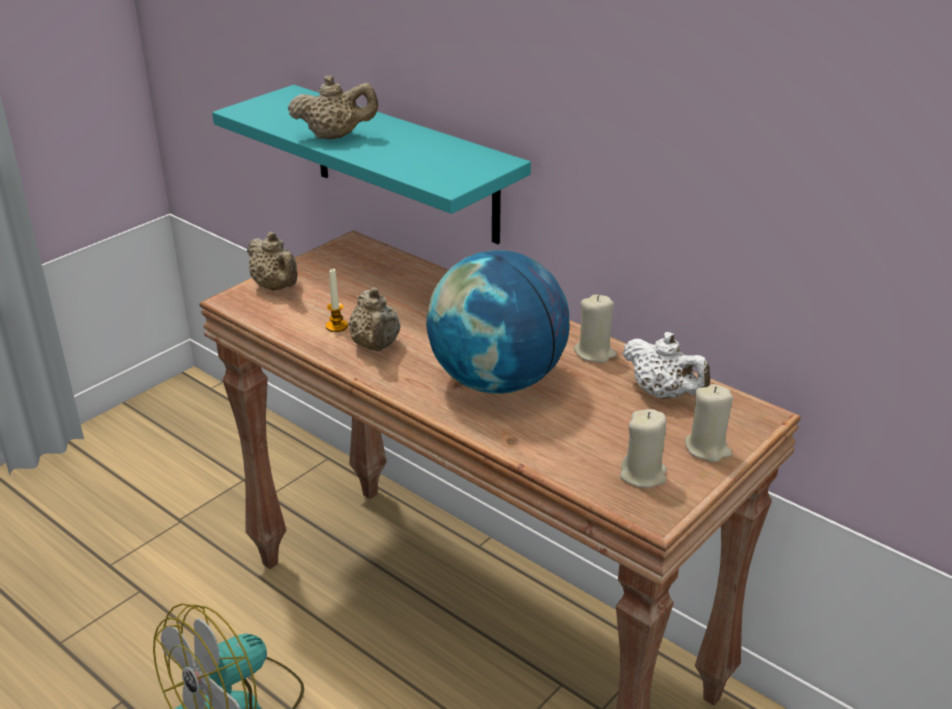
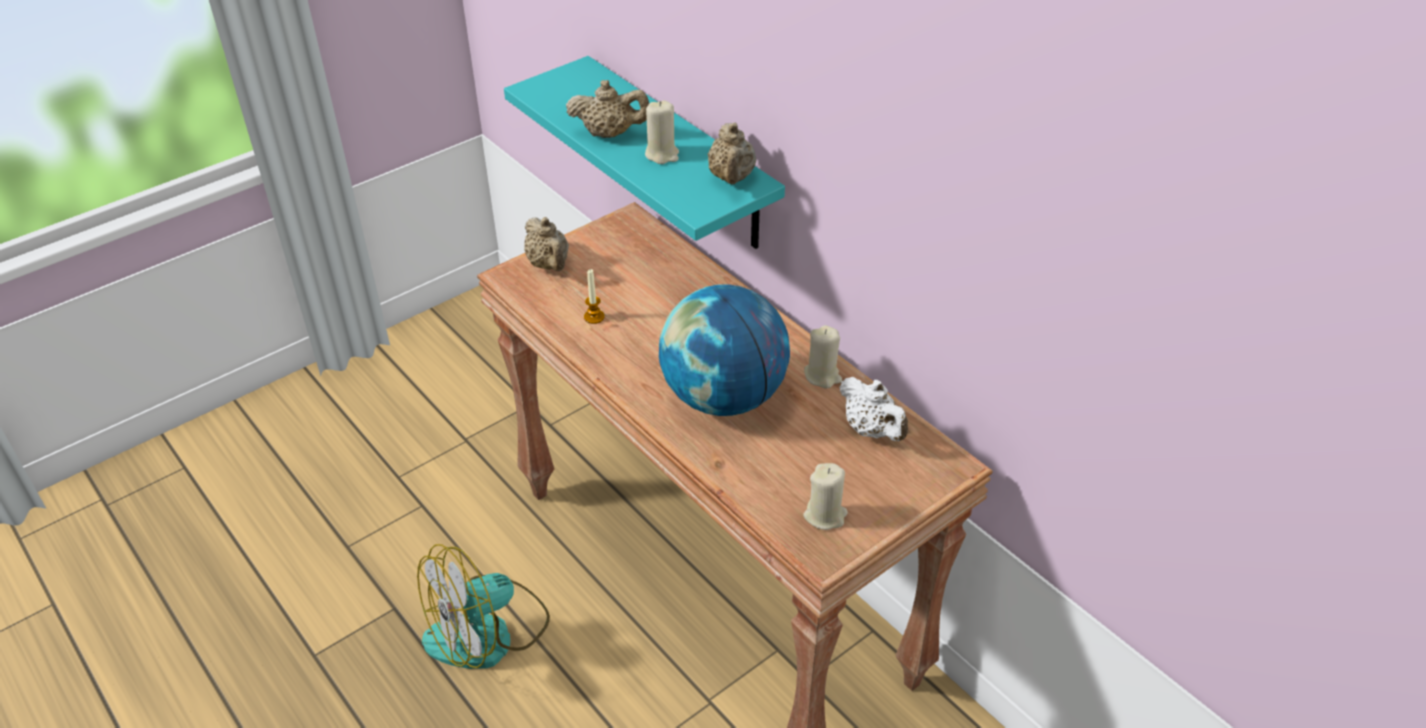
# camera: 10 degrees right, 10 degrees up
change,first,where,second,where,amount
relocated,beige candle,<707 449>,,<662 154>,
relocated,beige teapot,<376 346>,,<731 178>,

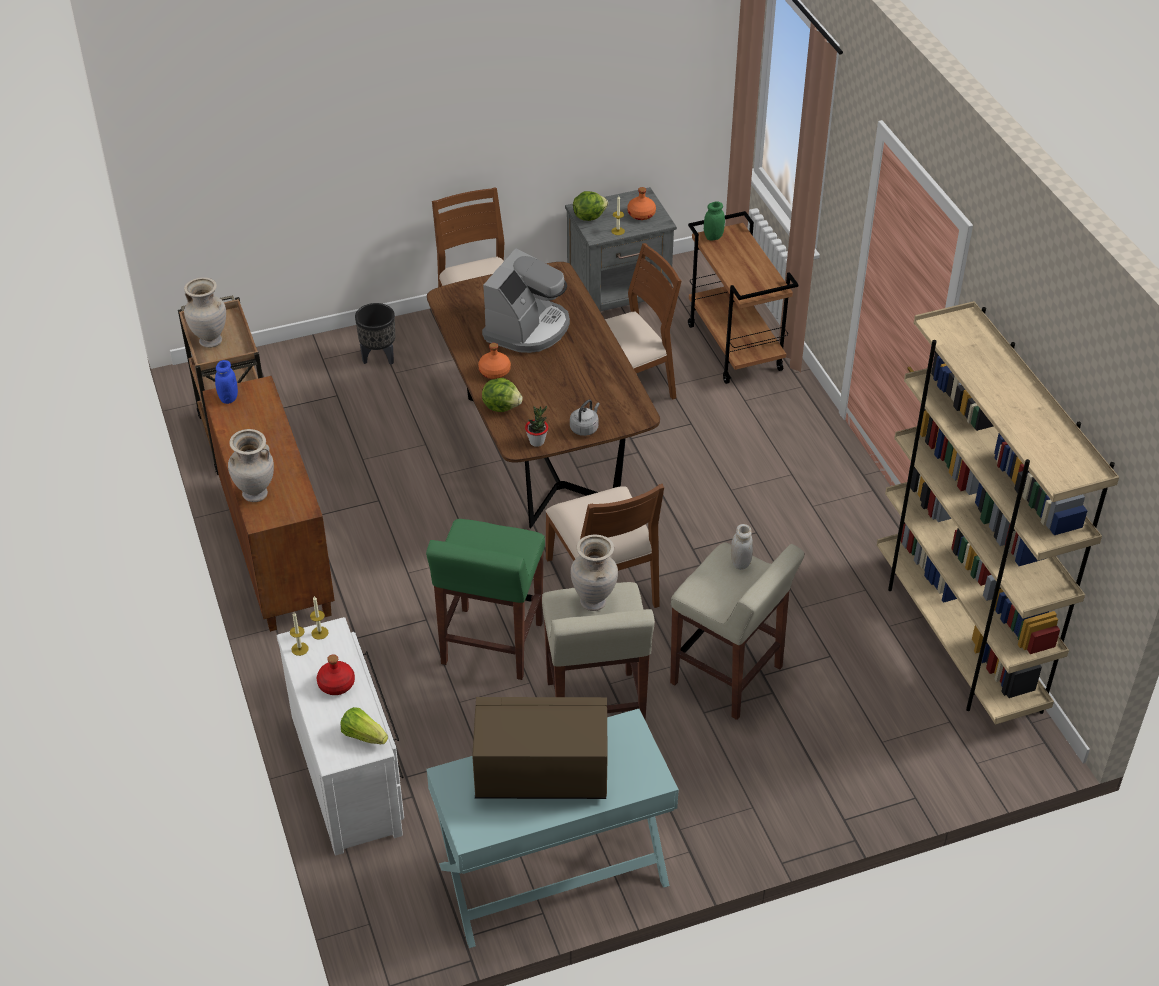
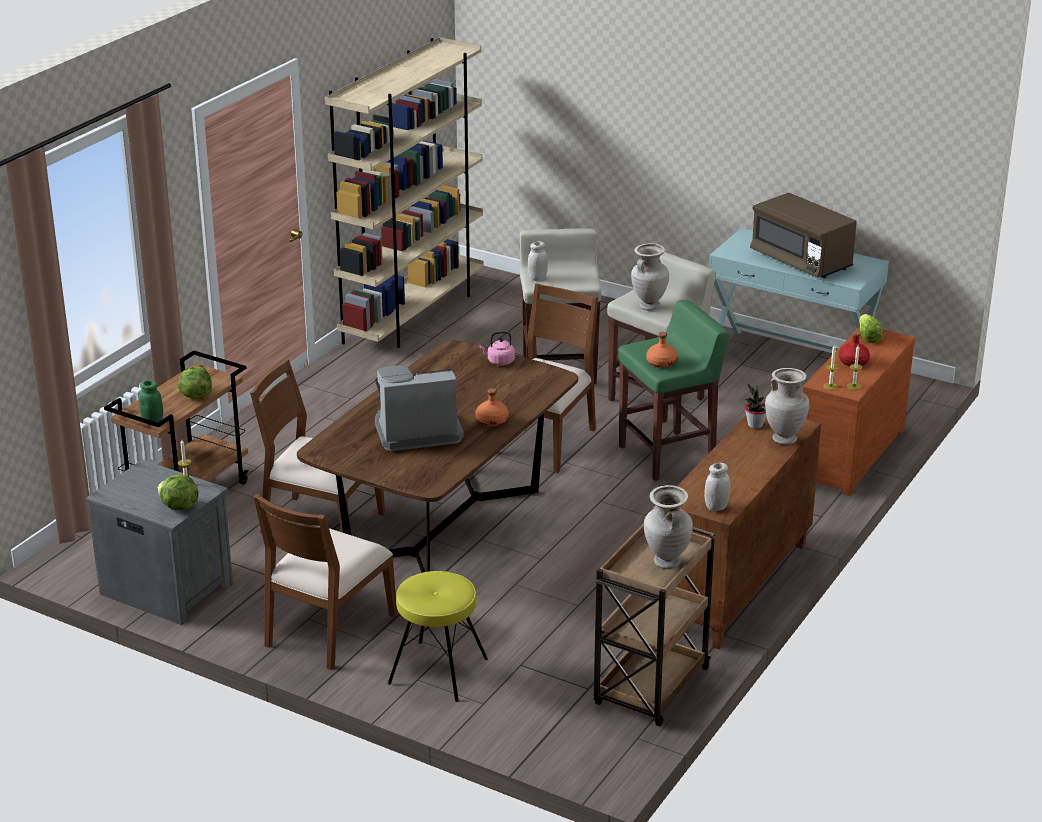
# camera: 130 degrees left, 15 degrees down
change,first,where,second,where,amount
relocated,lettuce,<502 406>,,<195 396>,
exchanged,black planter,<379 357>,yellow stool,<437 671>,
colour,grey kettle,<585 428>,pink kettle,<499 362>,
relocated,orange bottle,<641 214>,,<661 363>,
colour,blue jar,<228 398>,white jar,<716 507>,
relocated,potted plant,<537 441>,,<755 425>,
colour,white dresser,<350 773>,brown dresser,<847 454>,

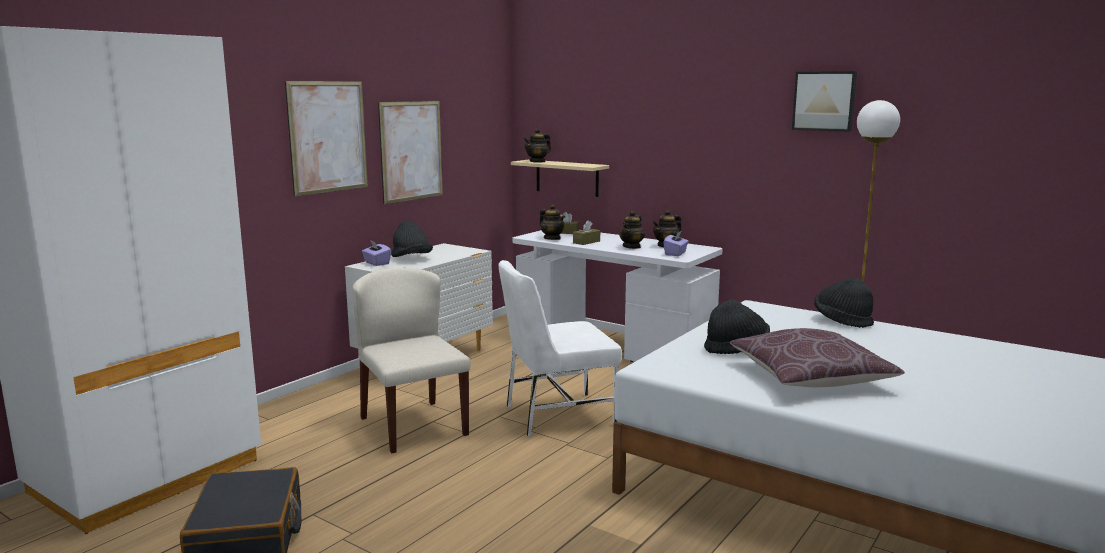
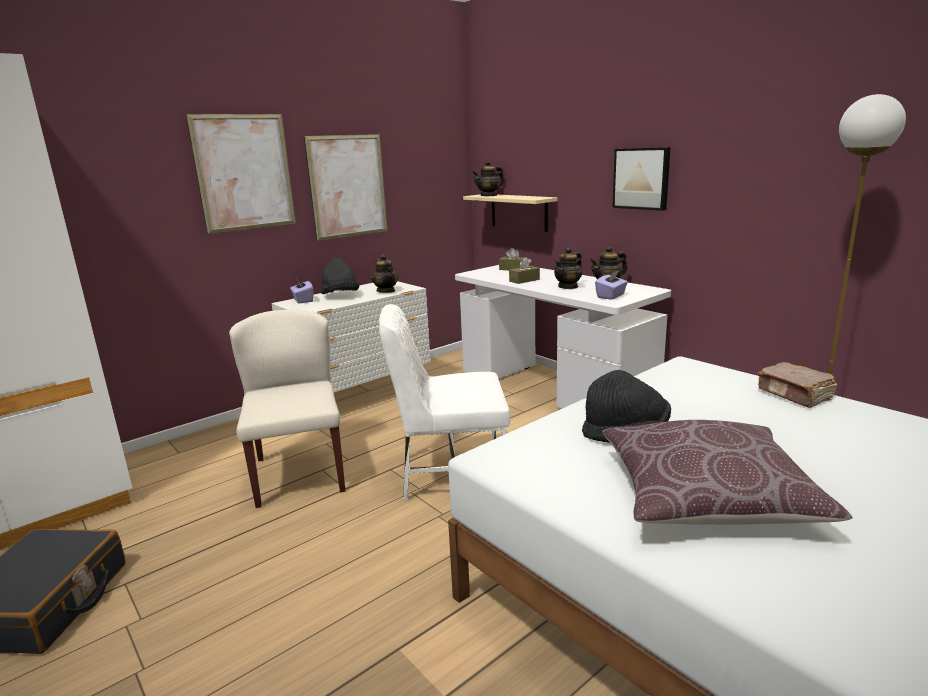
# camera: 15 degrees right, 5 degrees up
change,first,where,second,where,amount
relocated,teapot,<552 238>,,<386 291>,
relocated,picture,<824 101>,,<642 178>,
exchanged,black hat,<842 321>,brown book,<794 395>,

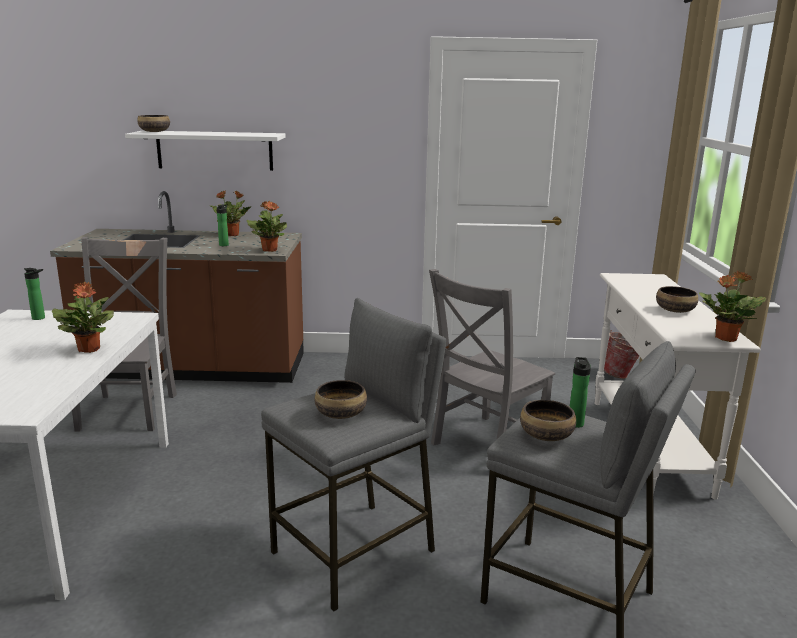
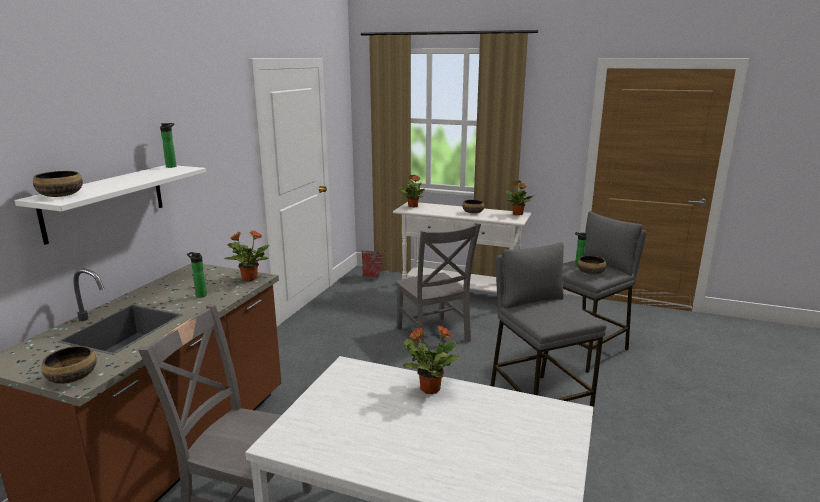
# camera: 70 degrees left, 0 degrees up
change,first,where,second,where,amount
relocated,bowl,<341 413>,,<73 377>,
relocated,bottle,<40 318>,,<172 166>,
relocated,potted plant,<232 235>,,<413 206>,

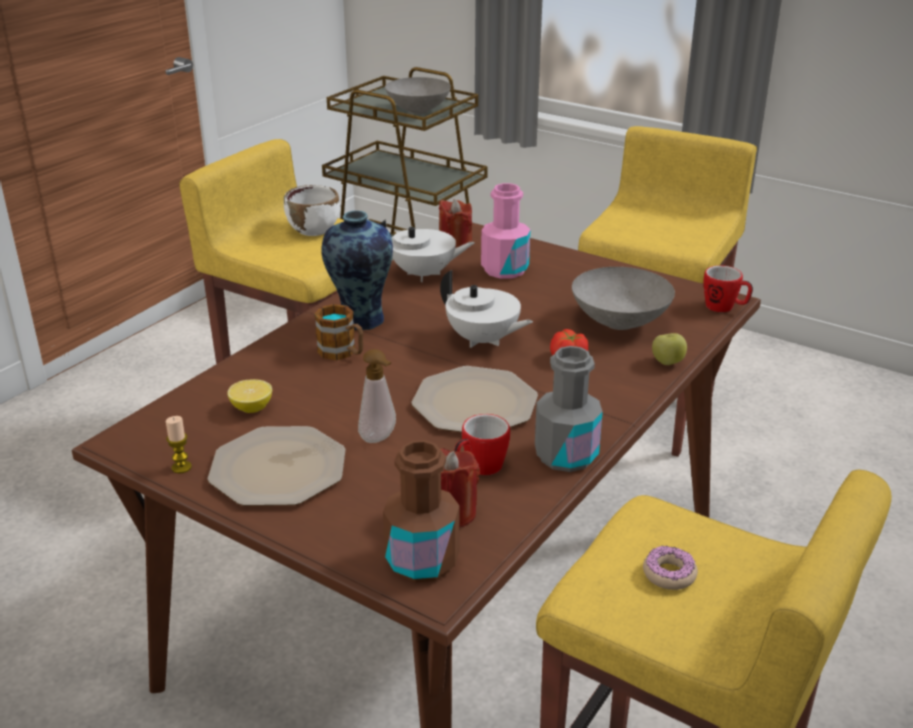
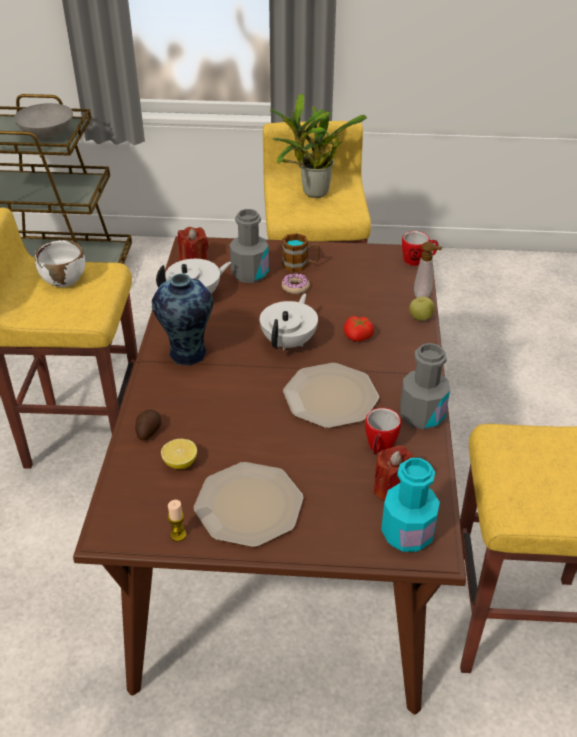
# camera: 30 degrees left, 10 degrees up
change,first,where,second,where,amount
appeared,,,potato,<148 431>,
colour,pink bottle,<504 269>,grey bottle,<249 274>,
spun,white teapot,<483 340>,,<289 342>,75 degrees counterclockwise
appeared,,,potted plant,<312 194>,
relocated,mug,<342 353>,,<300 265>,
relocated,donut,<669 574>,,<295 287>,
colour,brown bottle,<422 561>,turquoise bottle,<407 534>,
relocated,soap dispenser,<380 439>,,<424 296>,
missing,grey bowl,<618 322>,,,

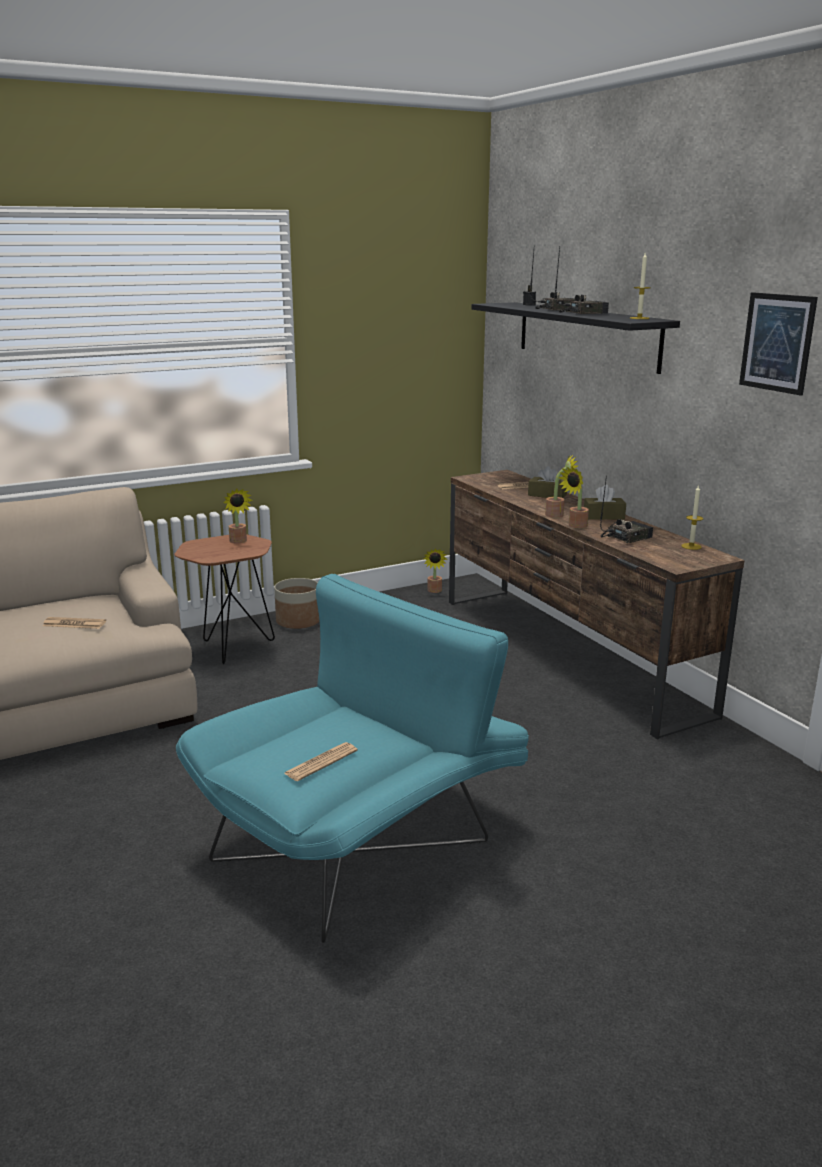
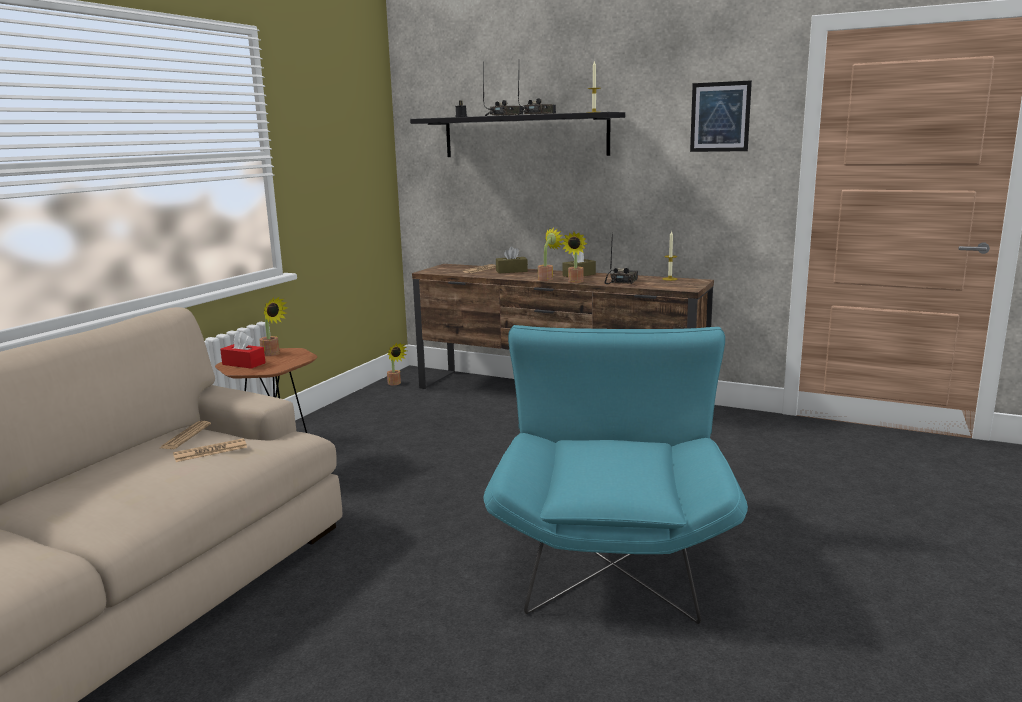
# camera: 35 degrees left, 5 degrees down
change,first,where,second,where,amount
relocated,newspaper,<321 762>,,<185 436>,
appeared,,,red tissue box,<244 364>,
missing,planter,<298 621>,,,

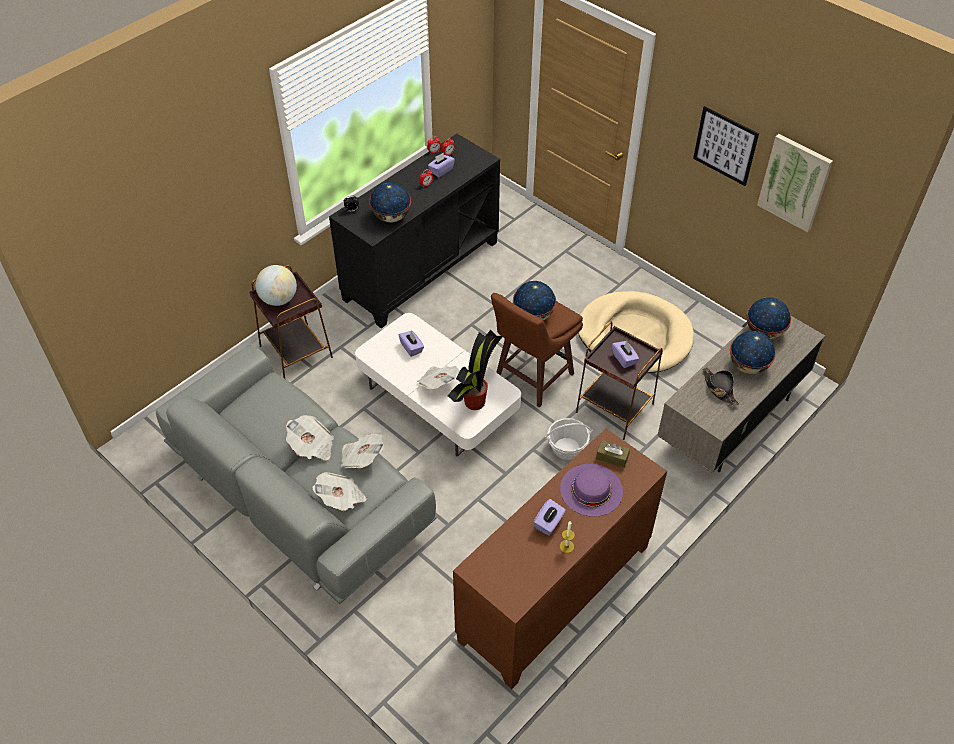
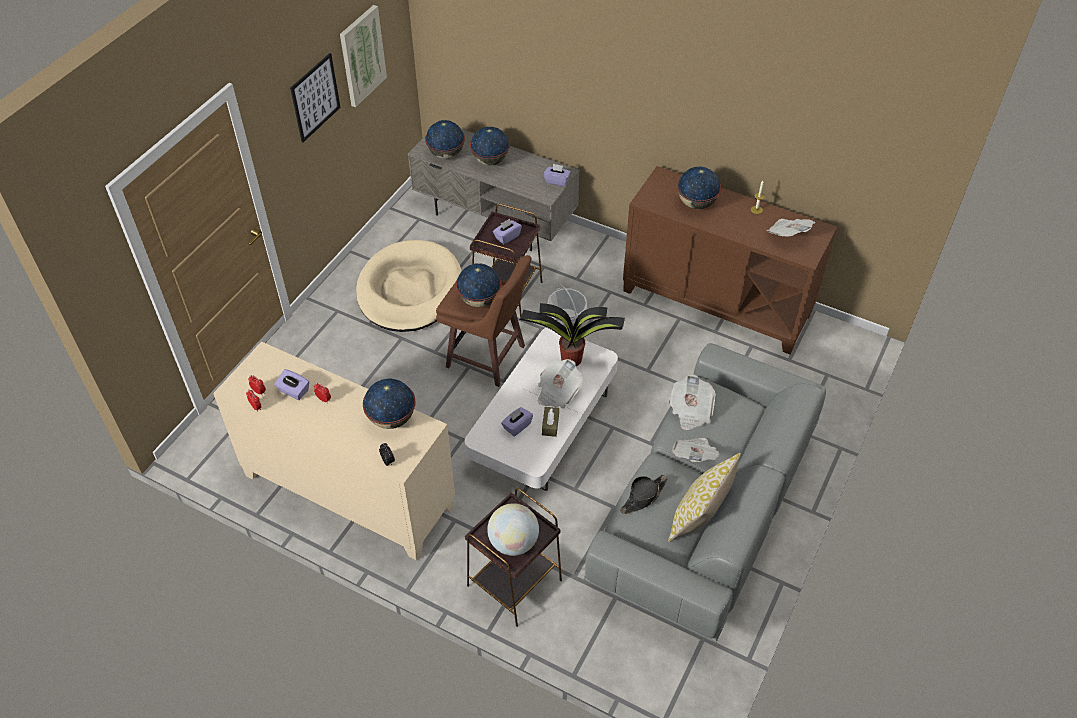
# camera: 105 degrees left, 0 degrees up
change,first,where,second,where,amount
colour,black cabinet,<421 270>,beige cabinet,<348 491>,
relocated,brown tissue box,<612 457>,,<550 425>,
relocated,purple tissue box,<549 523>,,<557 181>,
relocated,black hat,<719 389>,,<643 497>,
appeared,,,pillow,<699 518>,
exchanged,purple hat,<591 489>,globe,<696 203>,
relocated,newspaper,<341 499>,,<788 235>,

